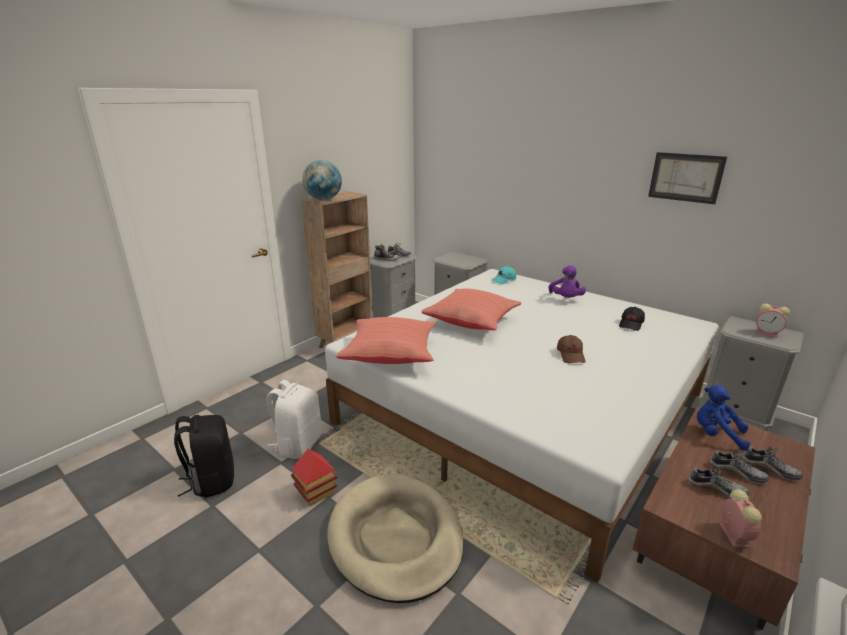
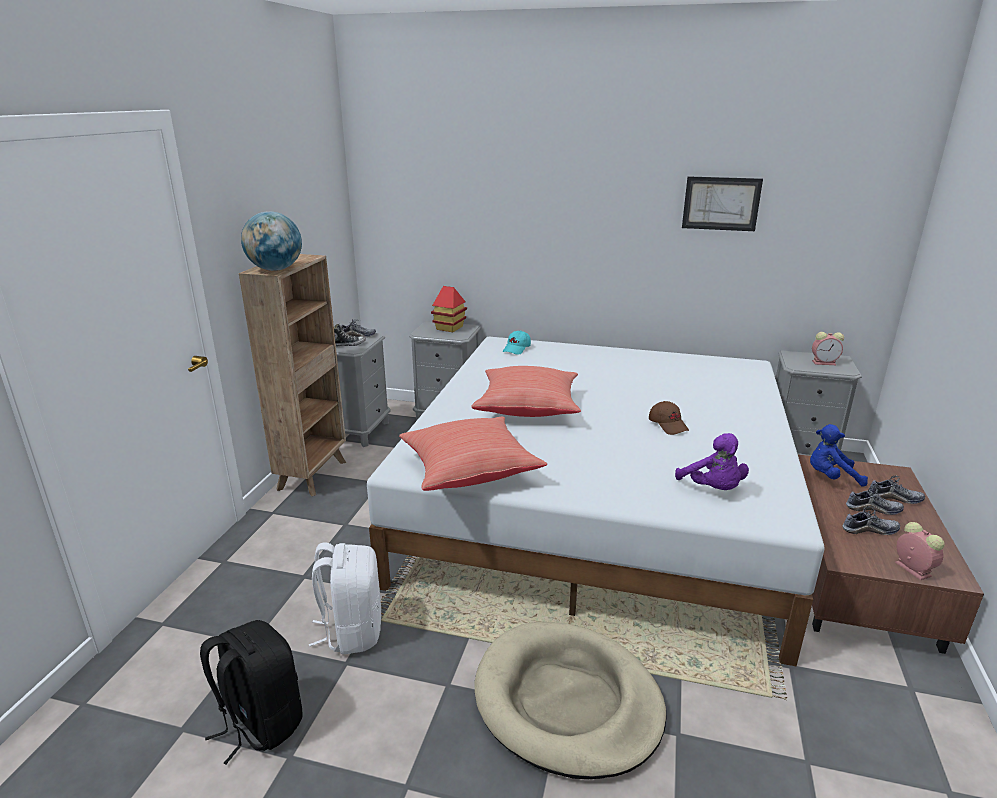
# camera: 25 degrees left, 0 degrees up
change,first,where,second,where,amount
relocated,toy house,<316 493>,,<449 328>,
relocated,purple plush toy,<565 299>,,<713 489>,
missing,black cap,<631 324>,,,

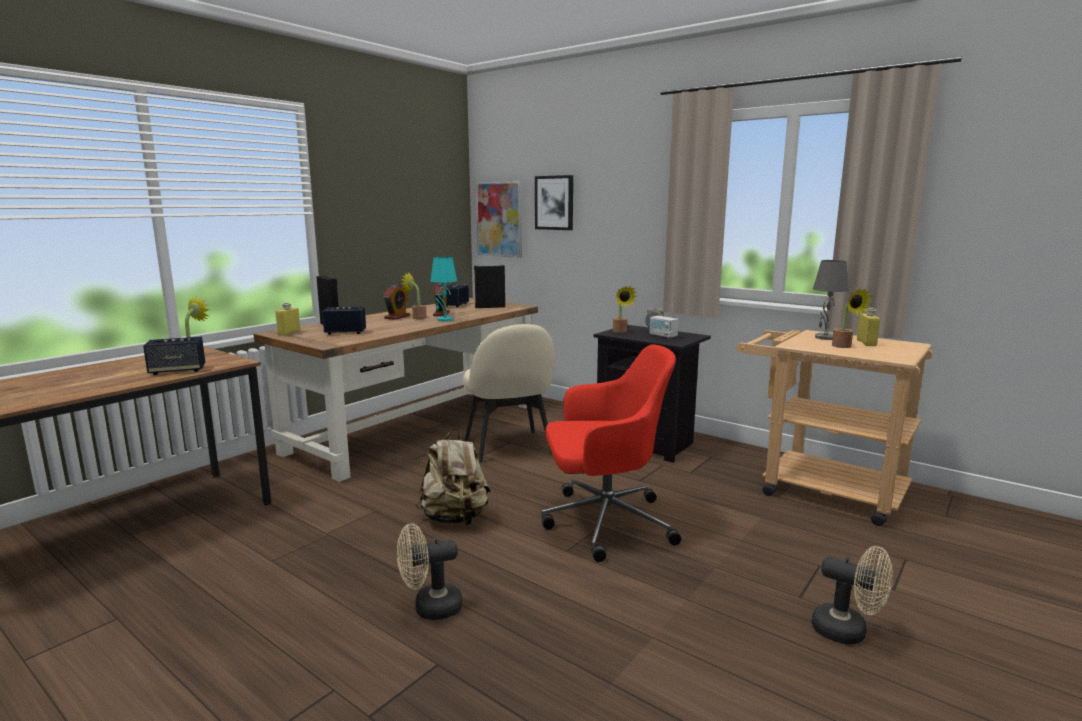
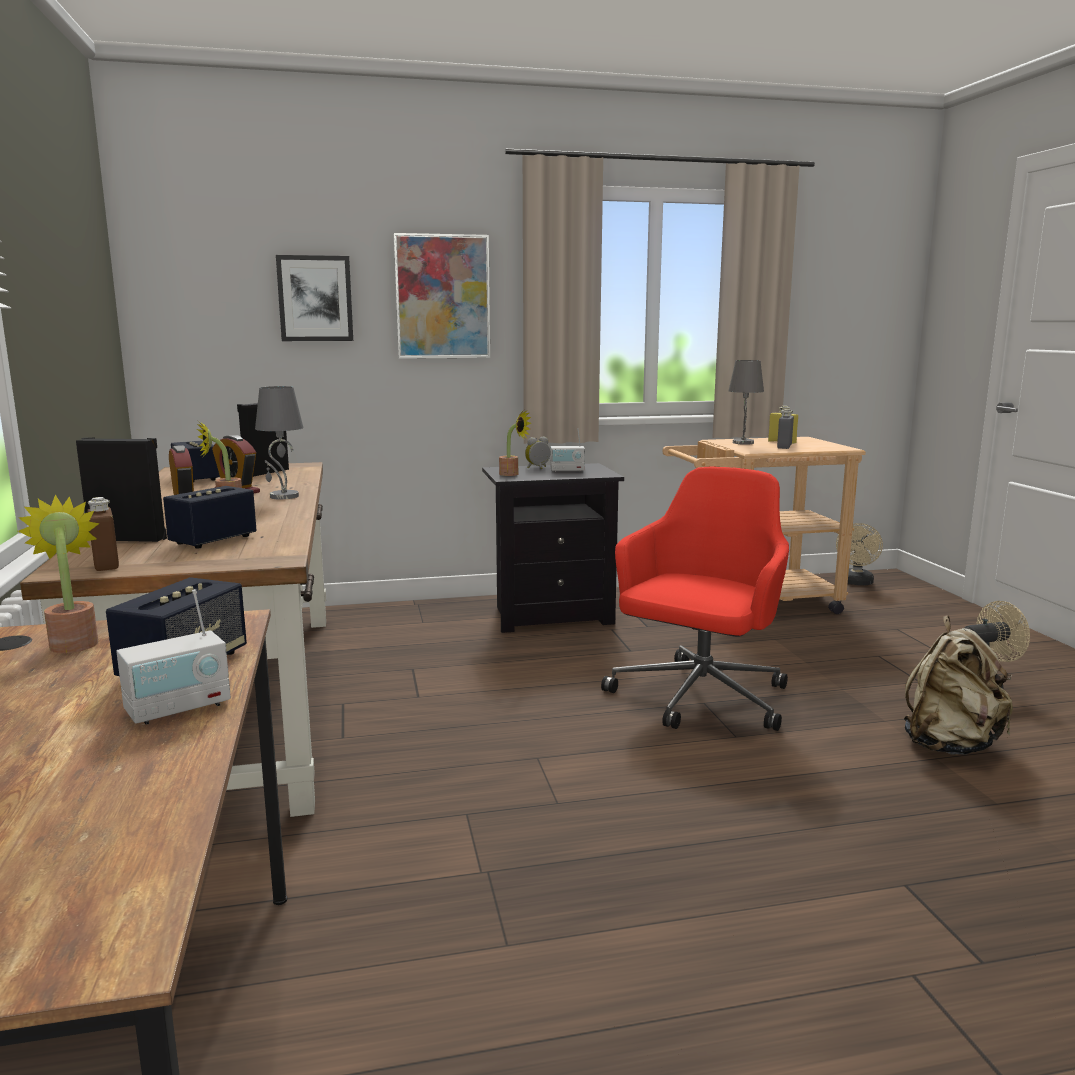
# camera: 50 degrees left, 0 degrees up
change,first,where,second,where,amount
colour,yellow bottle,<289 333>,brown bottle,<106 564>,
appeared,,,radio,<179 708>,
colour,turquoise table lamp,<444 320>,grey table lamp,<283 496>,
relocated,picture,<499 219>,,<442 297>,
exchanged,potted plant,<844 346>,grey bottle,<784 447>,
relocated,beige fan,<430 608>,,<856 583>,
relocated,beige backpack,<455 519>,,<949 745>,
missing,beige chair,<509 447>,,,

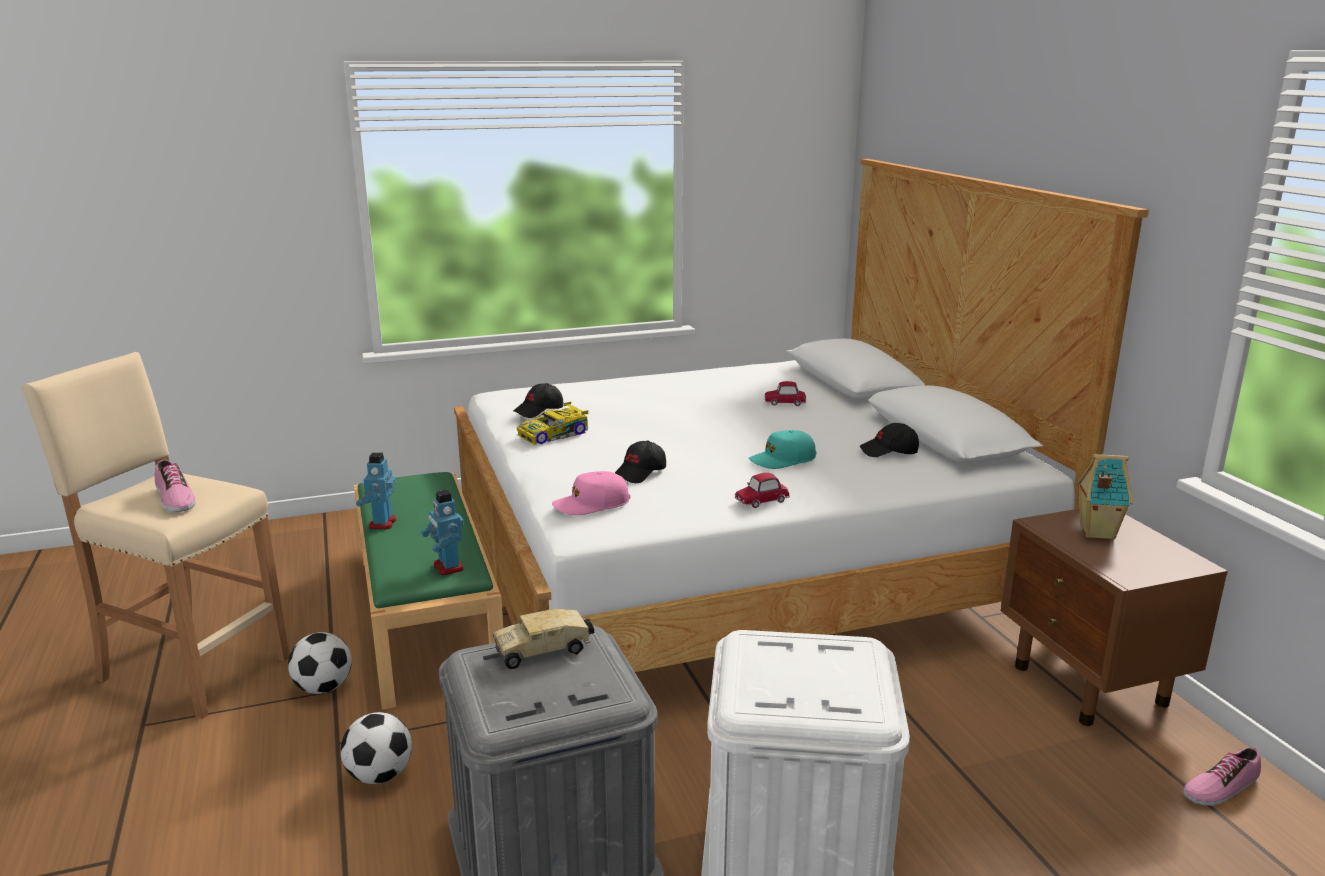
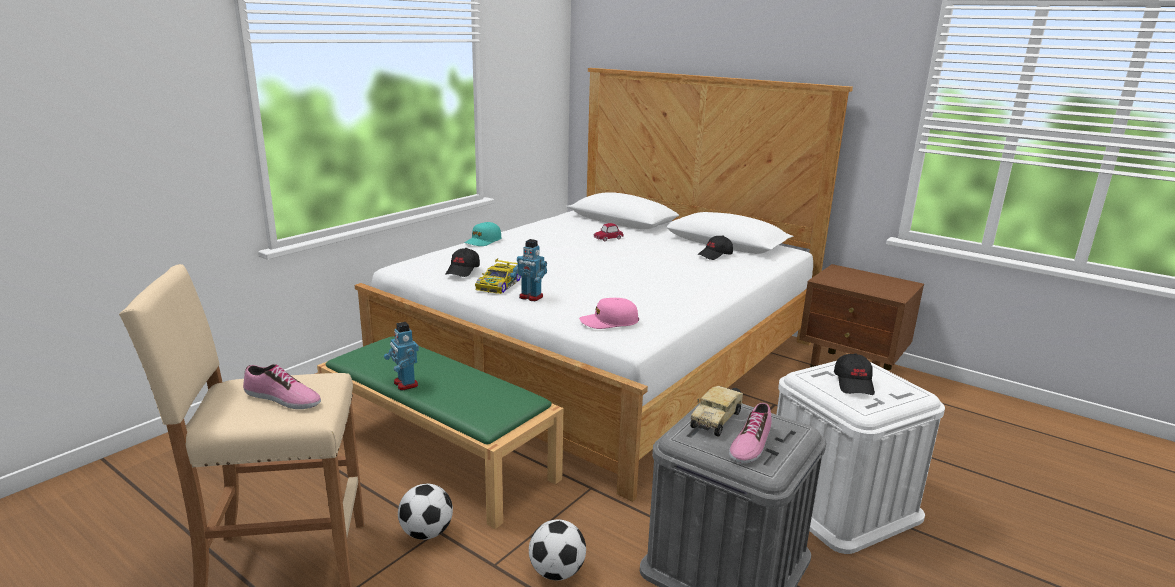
# camera: 35 degrees left, 0 degrees up
change,first,where,second,where,amount
relocated,turquoise cap,<782 460>,,<483 241>,
relocated,toy robot,<447 567>,,<530 297>,
spun,pink cap,<591 504>,,<609 322>,45 degrees clockwise
relocated,shoe,<1220 787>,,<750 443>,
relocated,black cap,<640 473>,,<854 384>,
missing,toy car,<761 500>,,,
missing,toy house,<1096 532>,,,

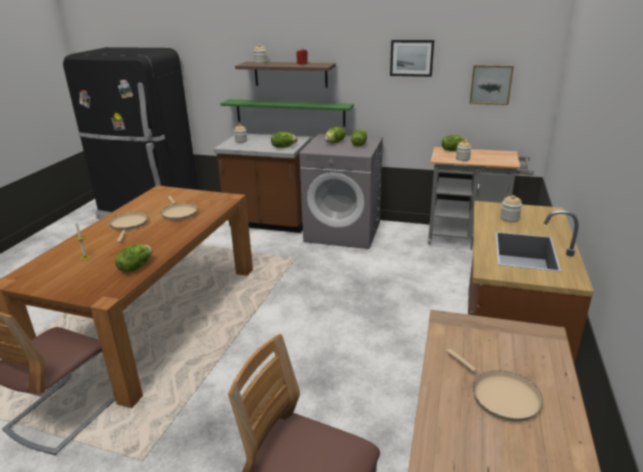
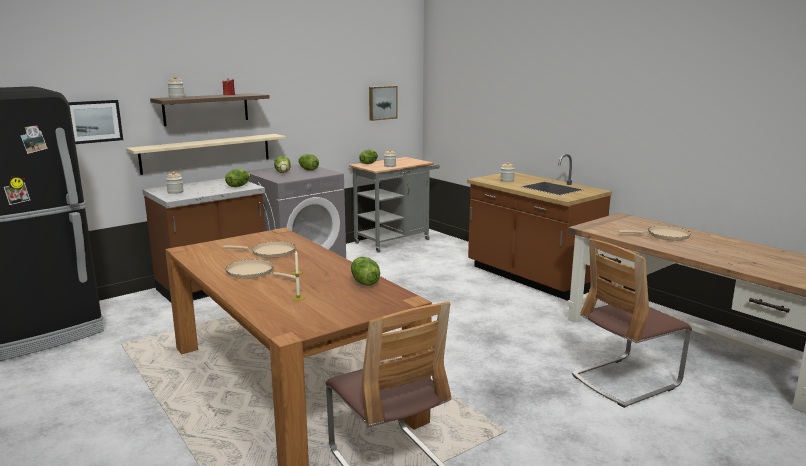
# camera: 55 degrees left, 10 degrees down
change,first,where,second,where,amount
relocated,picture,<411 58>,,<93 121>,
colour,green shelf,<289 112>,beige shelf,<207 153>,

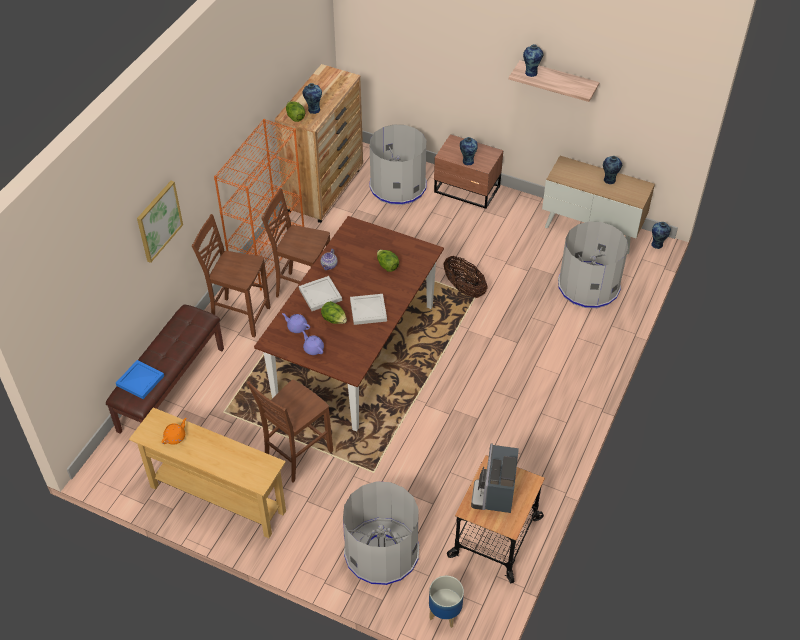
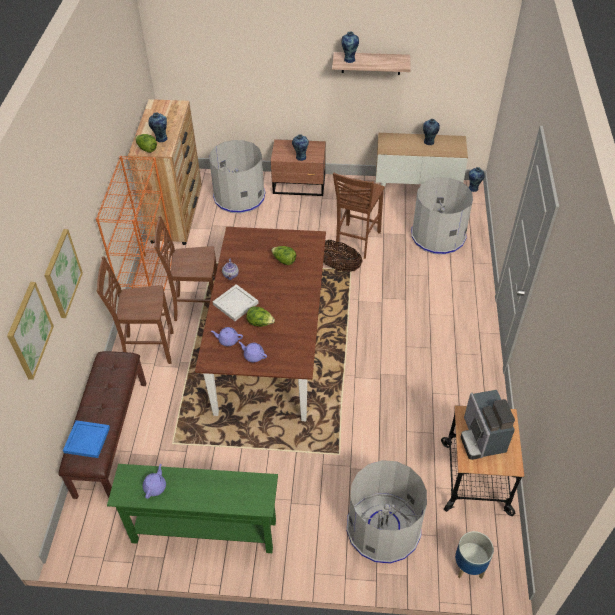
# camera: 20 degrees left, 0 degrees up
change,first,where,second,where,amount
appeared,,,picture,<29 330>,
colour,beige console table,<217 499>,green console table,<204 532>,
colour,orange teapot,<175 437>,purple teapot,<155 486>,
relocated,brown chair,<296 455>,,<356 242>,
missing,white tray,<369 311>,,,

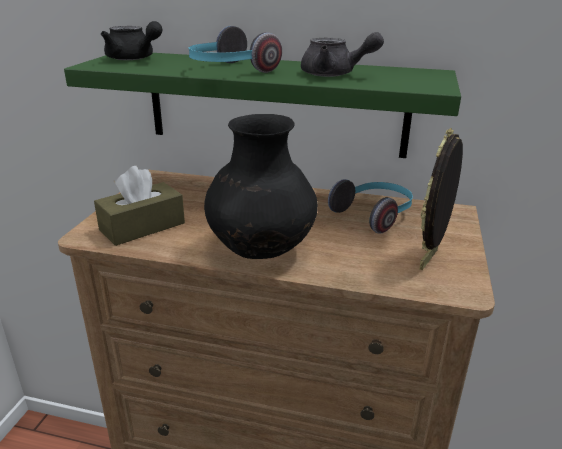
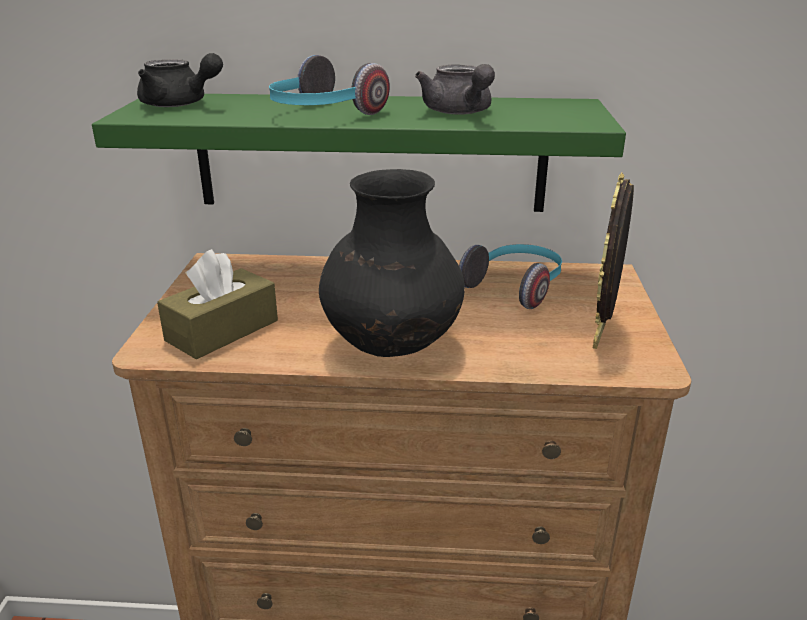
# camera: 10 degrees left, 0 degrees up
change,first,where,second,where,amount
spun,grey teapot,<334 74>,,<459 112>,60 degrees clockwise

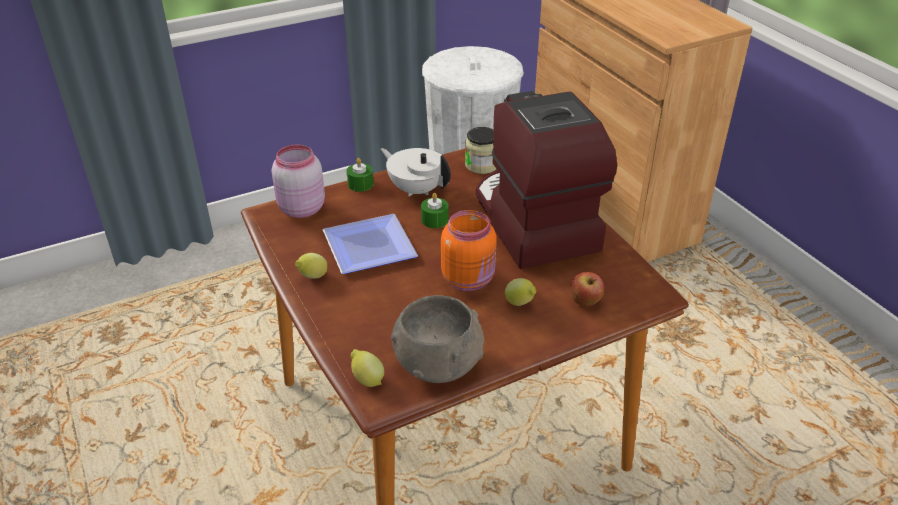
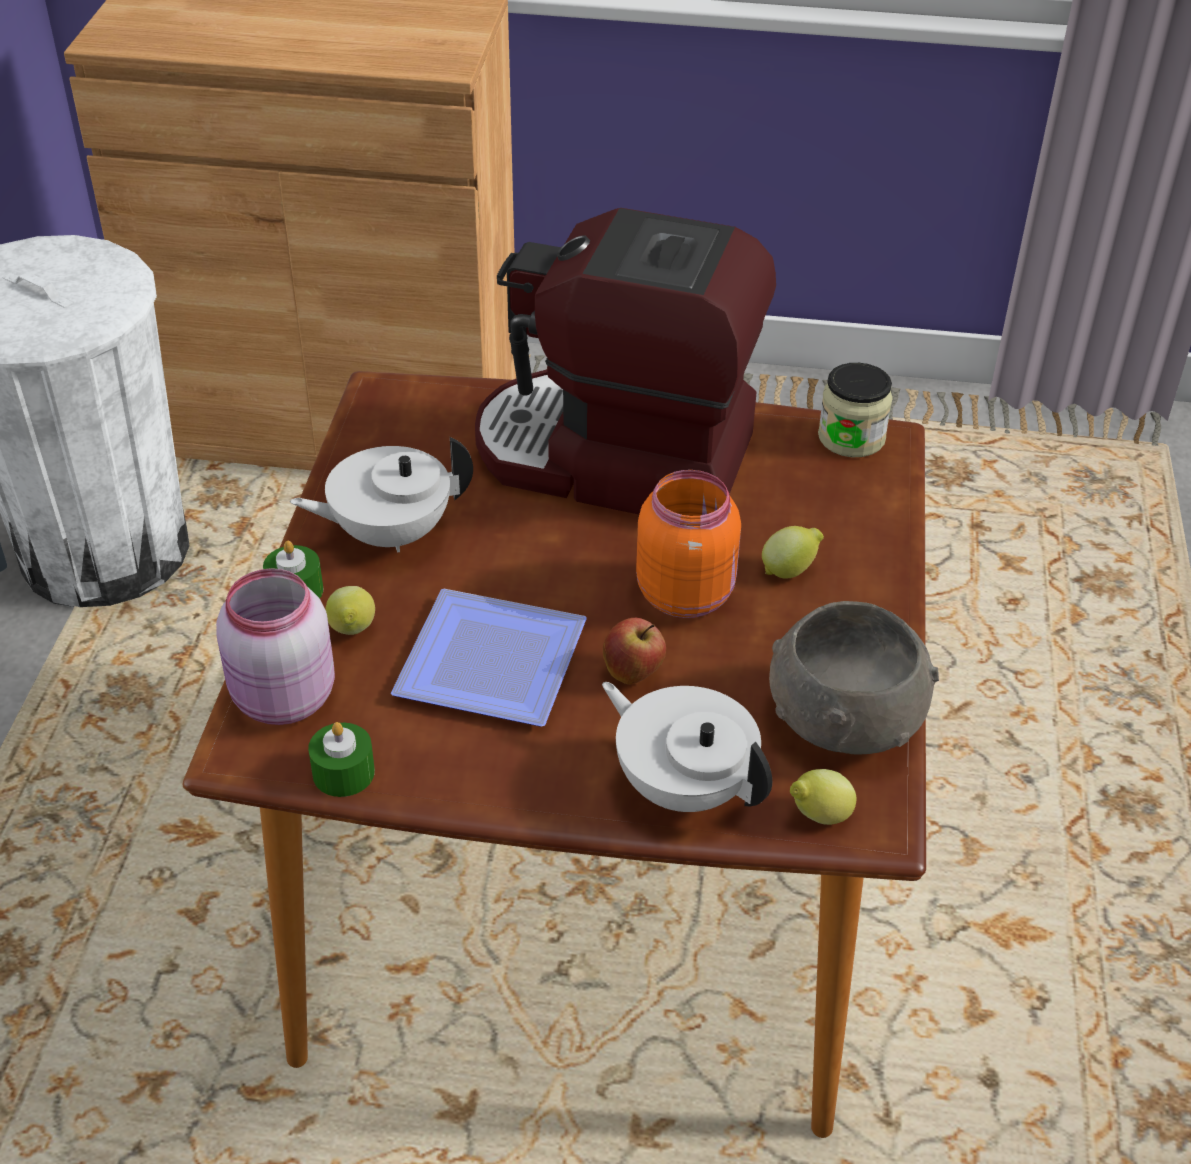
# camera: 55 degrees left, 5 degrees up
change,first,where,second,where,amount
relocated,green candle,<434 220>,,<343 772>,
relocated,lemon,<312 277>,,<352 632>,
appeared,,,white teapot,<683 786>,
relocated,apple,<585 302>,,<633 673>,
relocated,jar,<481 165>,,<851 437>,

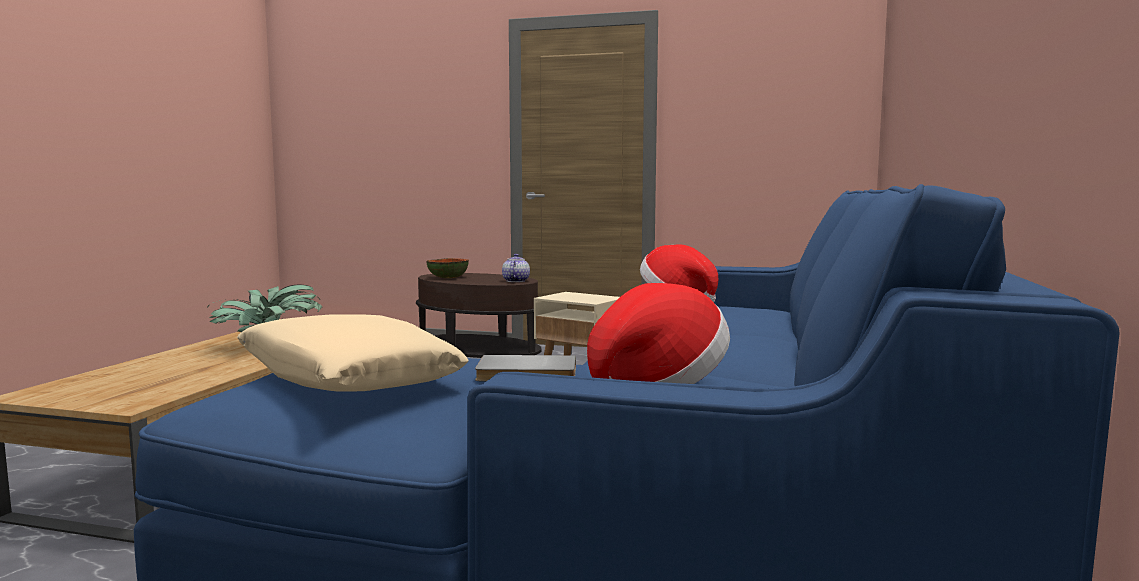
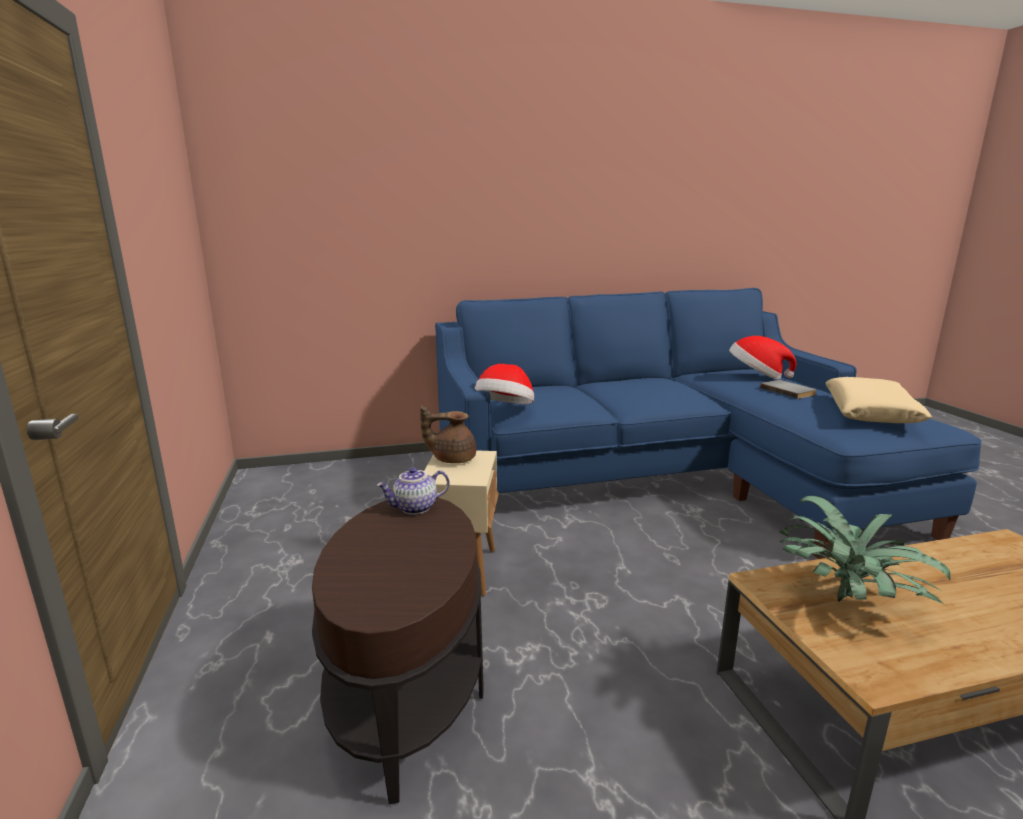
# camera: 120 degrees left, 10 degrees up
change,first,where,second,where,amount
appeared,,,brown teapot,<452 459>,
missing,bowl,<448 277>,,,

